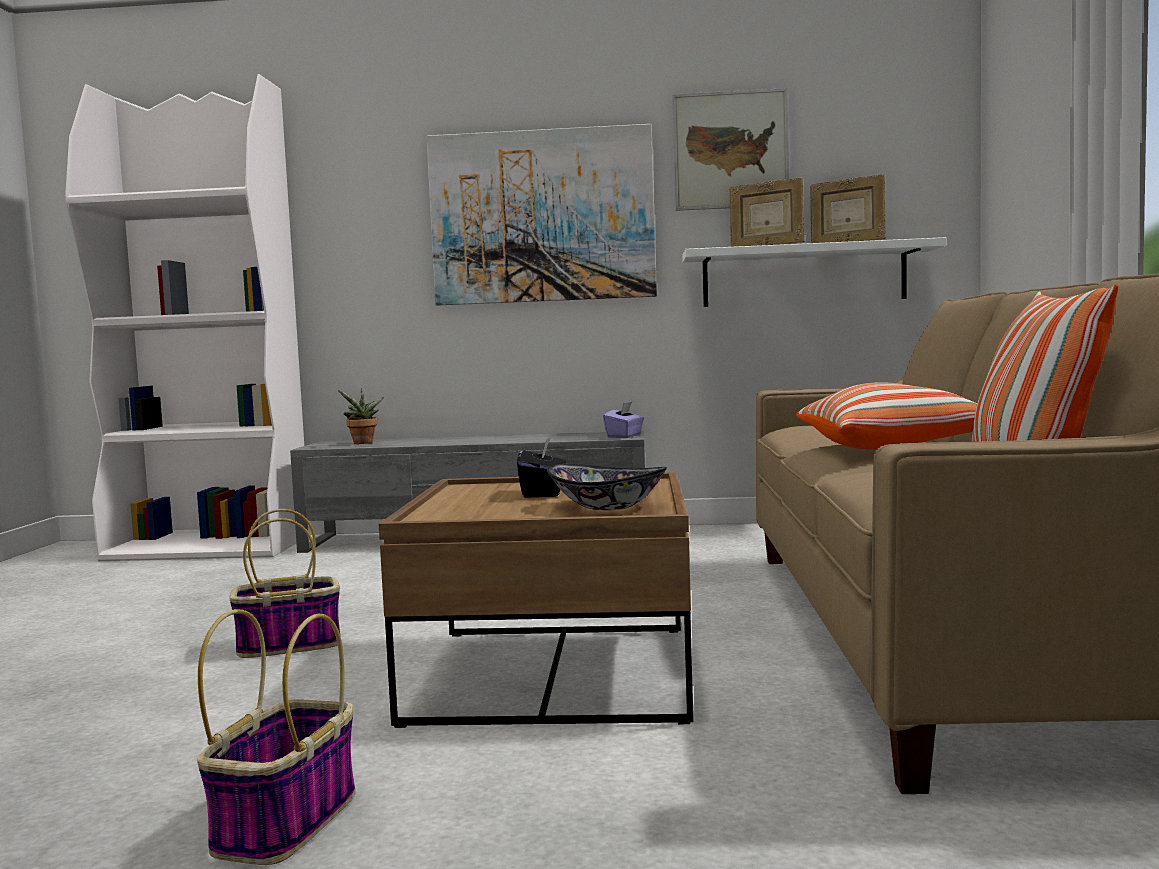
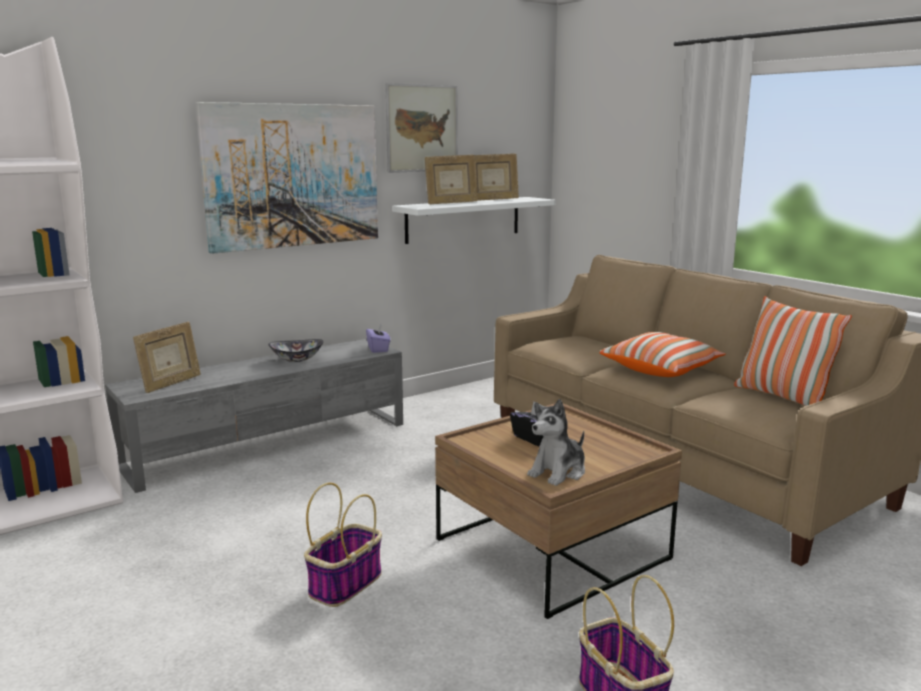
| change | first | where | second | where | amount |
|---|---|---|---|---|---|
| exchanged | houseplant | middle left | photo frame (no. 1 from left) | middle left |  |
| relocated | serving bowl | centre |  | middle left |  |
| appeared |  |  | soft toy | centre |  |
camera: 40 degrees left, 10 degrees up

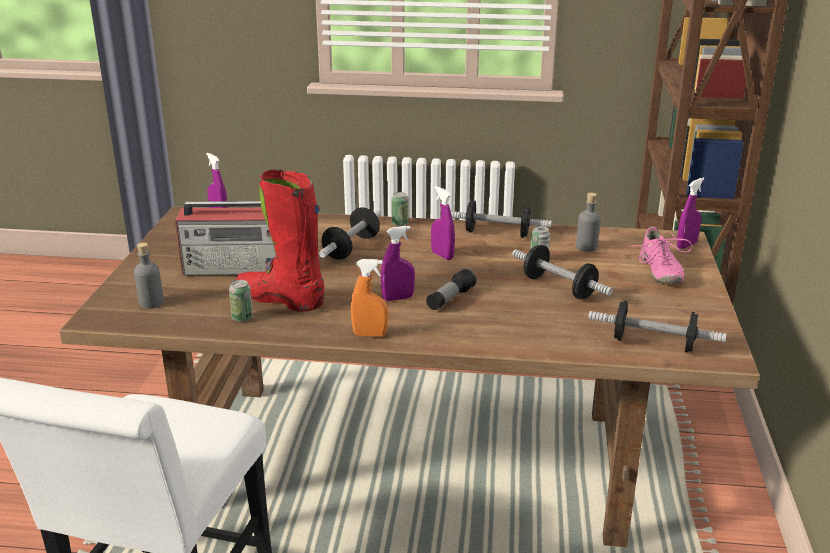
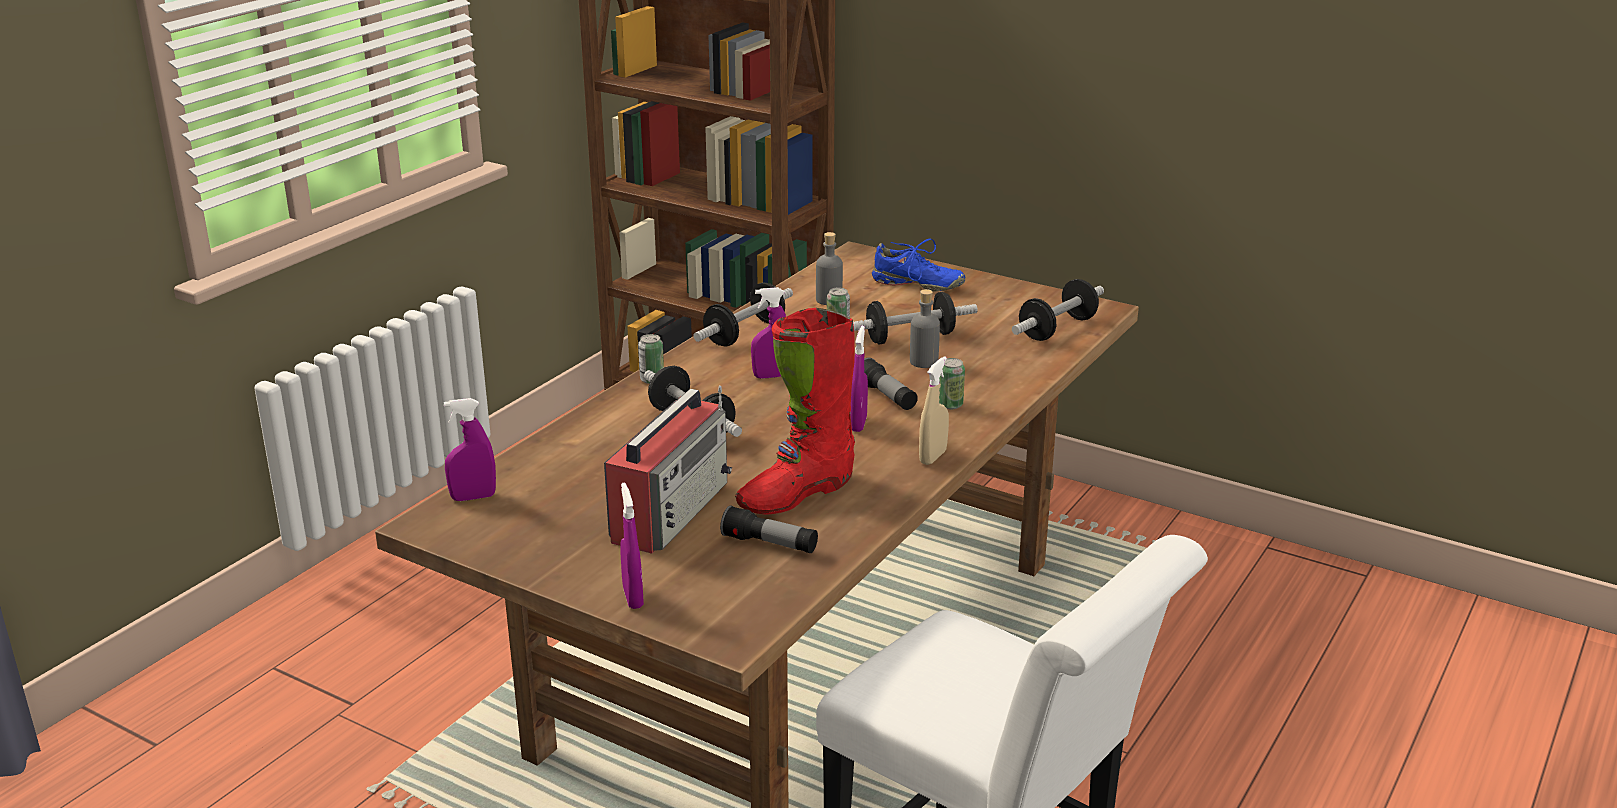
| change | first | where | second | where | amount |
|---|---|---|---|---|---|
| relocated | greyish beverage bottle (no. 1 from left in the first image) | middle left | greyish beverage bottle (no. 2 from left) | centre |  |
| relocated | can (no. 1 from left in the first image) | middle left | can (no. 3 from left) | centre |  |
| colour | orange-coloured spray bottle | centre | beige spray bottle | centre |  |
| colour | pink low shoe | middle right | blue low shoe | top centre |  |
| relocated | purple-coloured spray bottle (no. 4 from left in the first image) | middle right | purple-coloured spray bottle (no. 2 from left) | bottom centre |  |
| appeared |  |  | torch (no. 1 from left) | centre |  |
camera: 65 degrees left, 0 degrees up

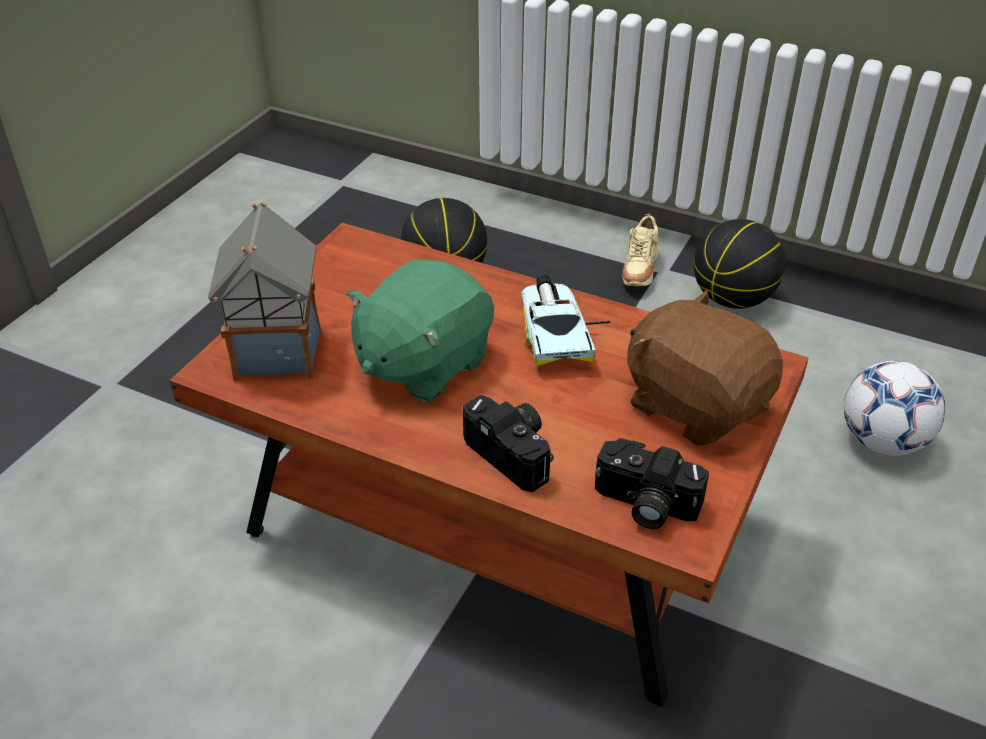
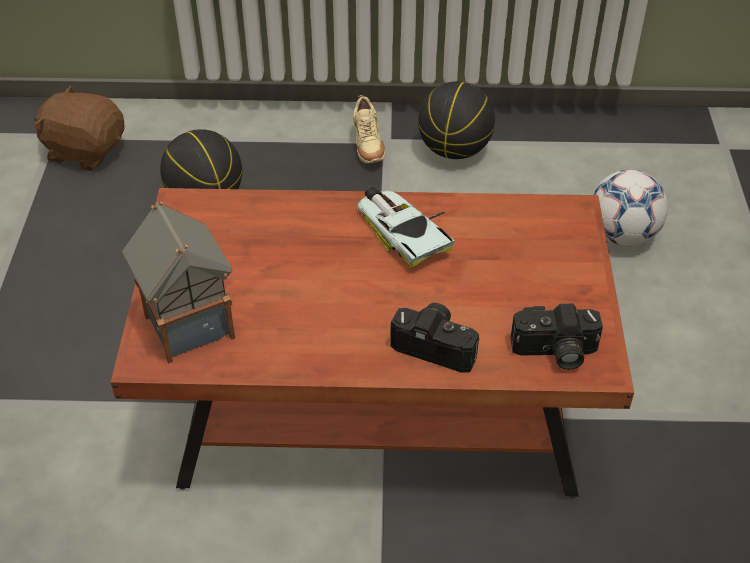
| change | first | where | second | where | amount |
|---|---|---|---|---|---|
| missing | greenish soft toy | centre |  |  |  |
| relocated | brown soft toy | middle right |  | top left |  |
camera: 25 degrees left, 5 degrees up

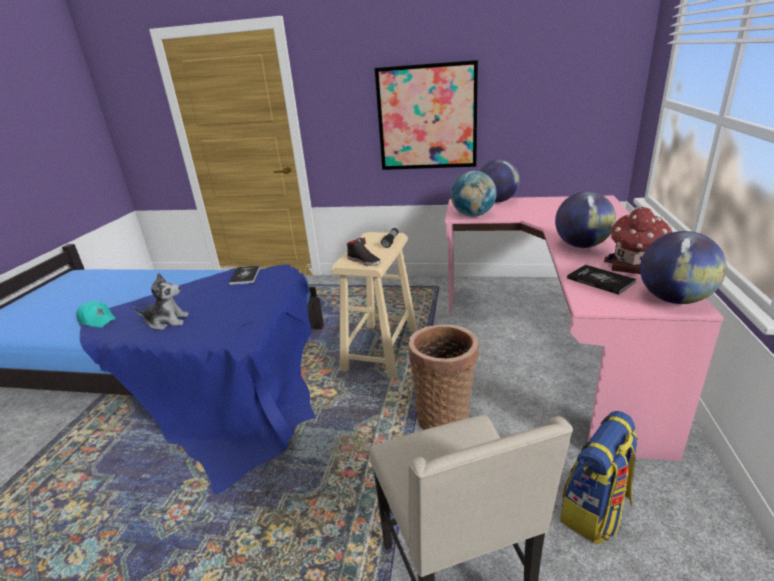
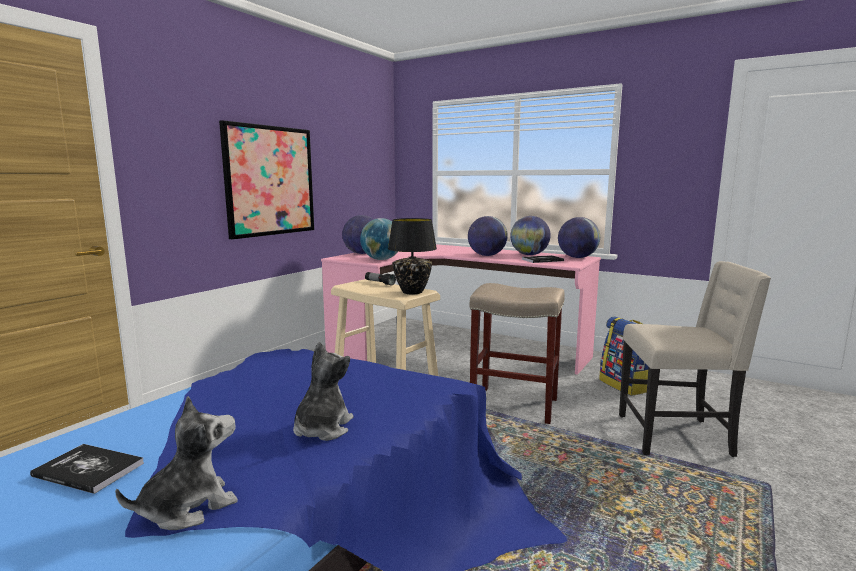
| change | first | where | second | where | amount |
|---|---|---|---|---|---|
| exchanged | blue-green peaked cap | middle left | soft toy (no. 1 from left) | bottom left |  |
| relocated | book (no. 1 from left) | middle left |  | bottom left |  |
| exchanged | black low shoe | centre | black table lamp | centre |  |
| exchanged | basket | centre | beige stool seat (no. 2 from left) | centre |  |
| exchanged | toy house | middle right | desk globe (no. 4 from left) | centre |  |
camera: 70 degrees left, 15 degrees down

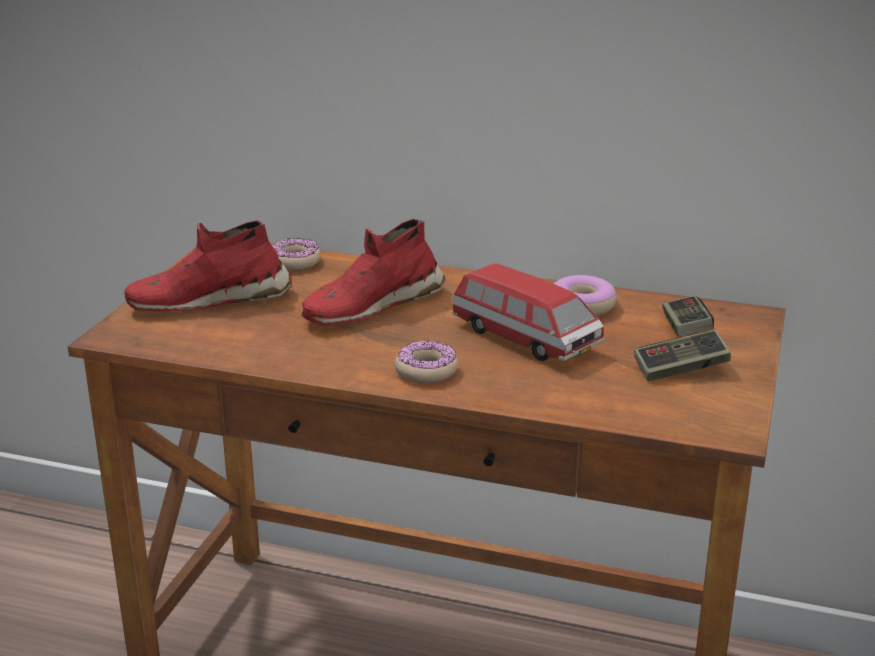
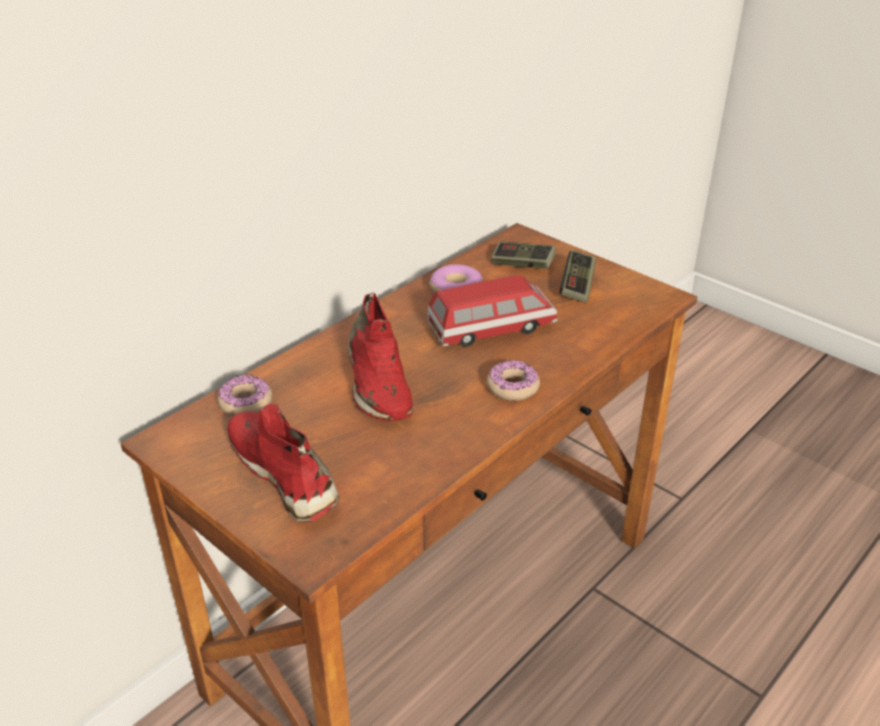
| change | first | where | second | where | amount |
|---|---|---|---|---|---|
| spun | reddish low shoe (no. 1 from left) | middle left |  | middle left | 135 degrees clockwise |
camera: 65 degrees left, 10 degrees up

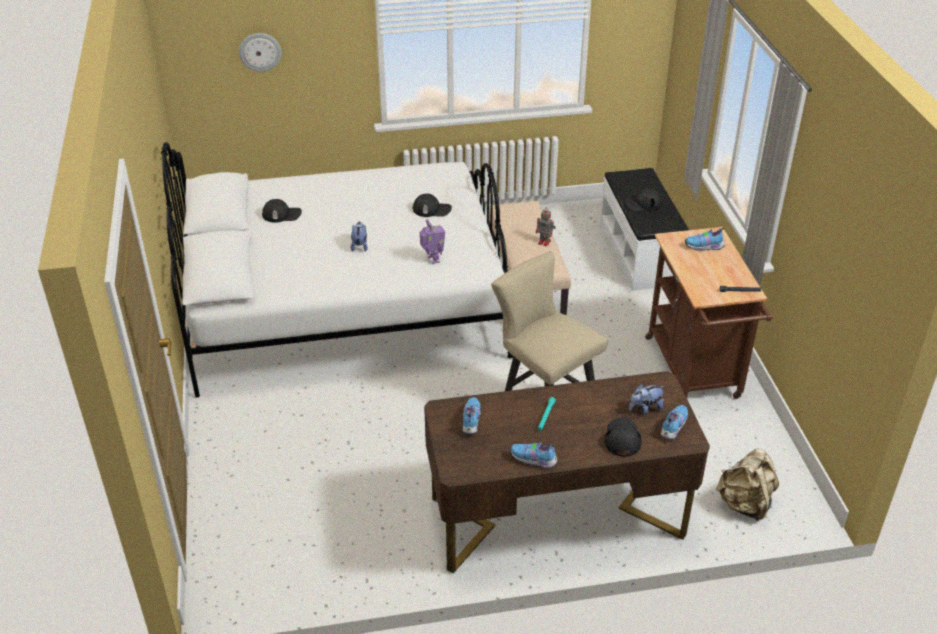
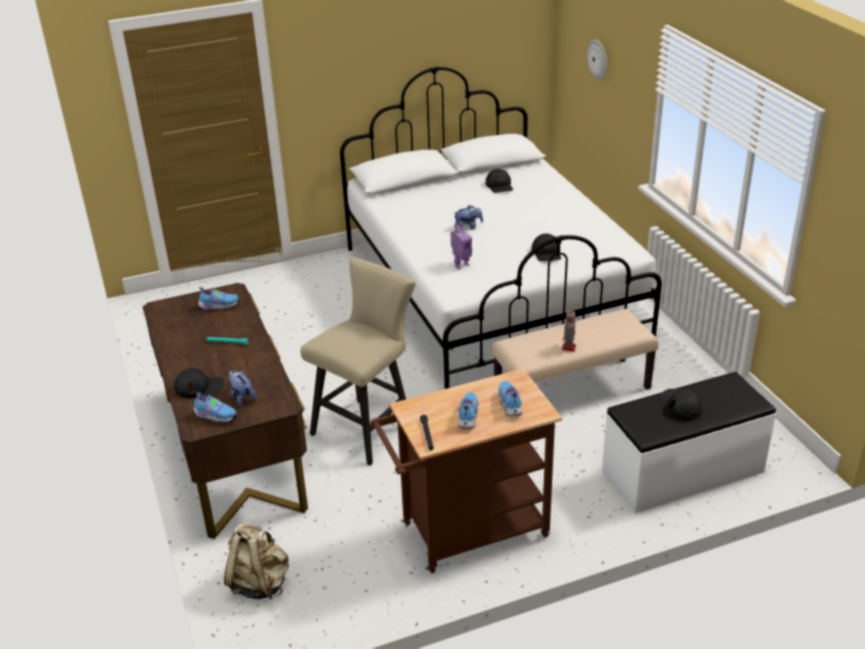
| change | first | where | second | where | amount |
|---|---|---|---|---|---|
| relocated | low shoe (no. 2 from left in the first image) | bottom centre | low shoe (no. 3 from left) | centre |  |
camera: 80 degrees right, 5 degrees down

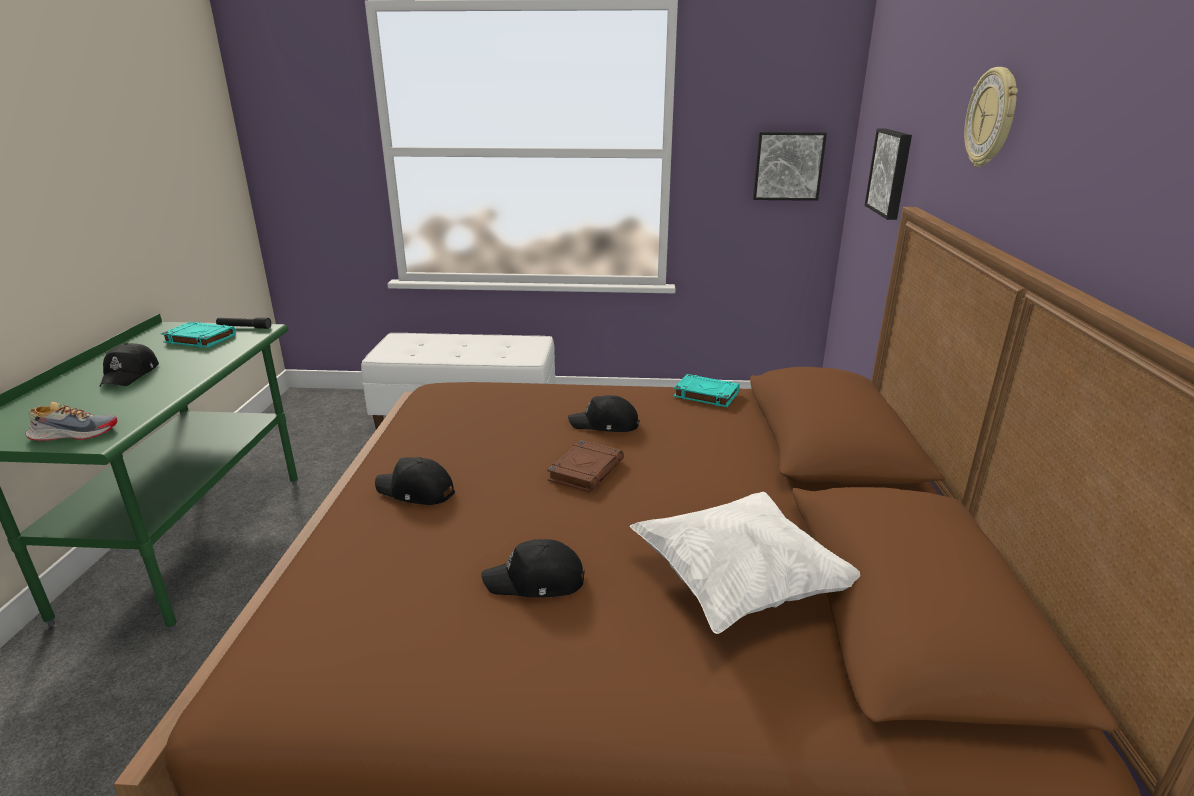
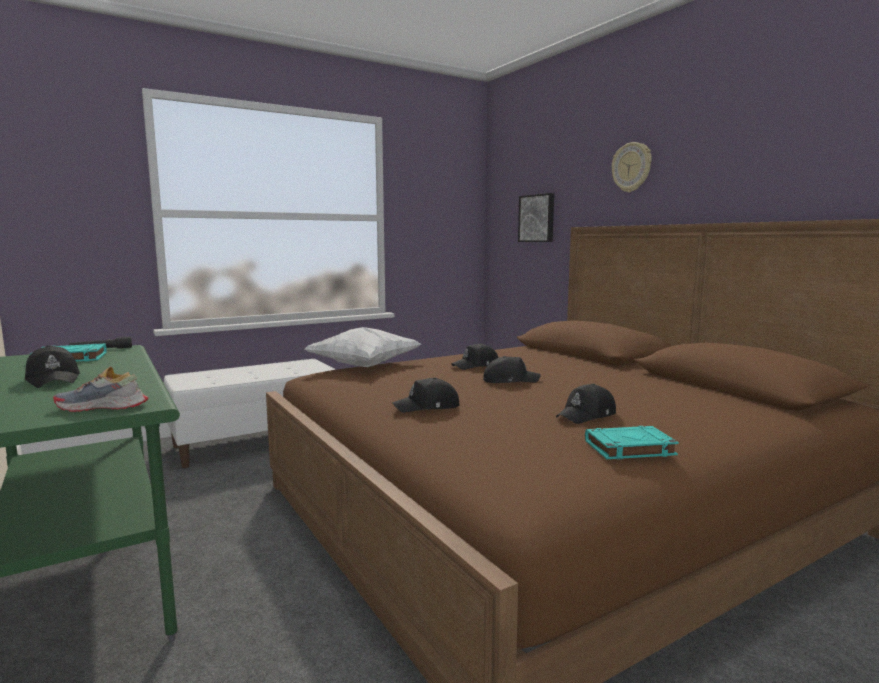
| change | first | where | second | where | amount |
|---|---|---|---|---|---|
| spun | low shoe | middle left |  | middle left | 135 degrees counterclockwise |
| exchanged | brown book | centre | black peaked cap (no. 4 from left) | centre |  |
| relocated | white throw pillow | bottom centre |  | centre |  |
| relocated | blue-green book (no. 2 from left) | centre |  | middle right |  |
| missing | wall art (no. 1 from left) | top centre |  |  |  |
camera: 35 degrees left, 15 degrees down

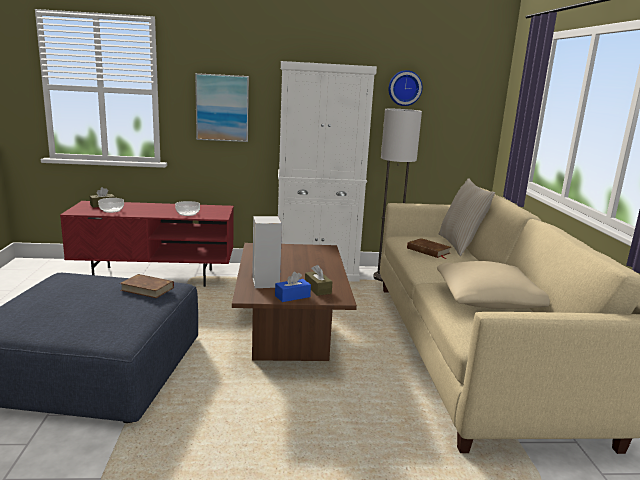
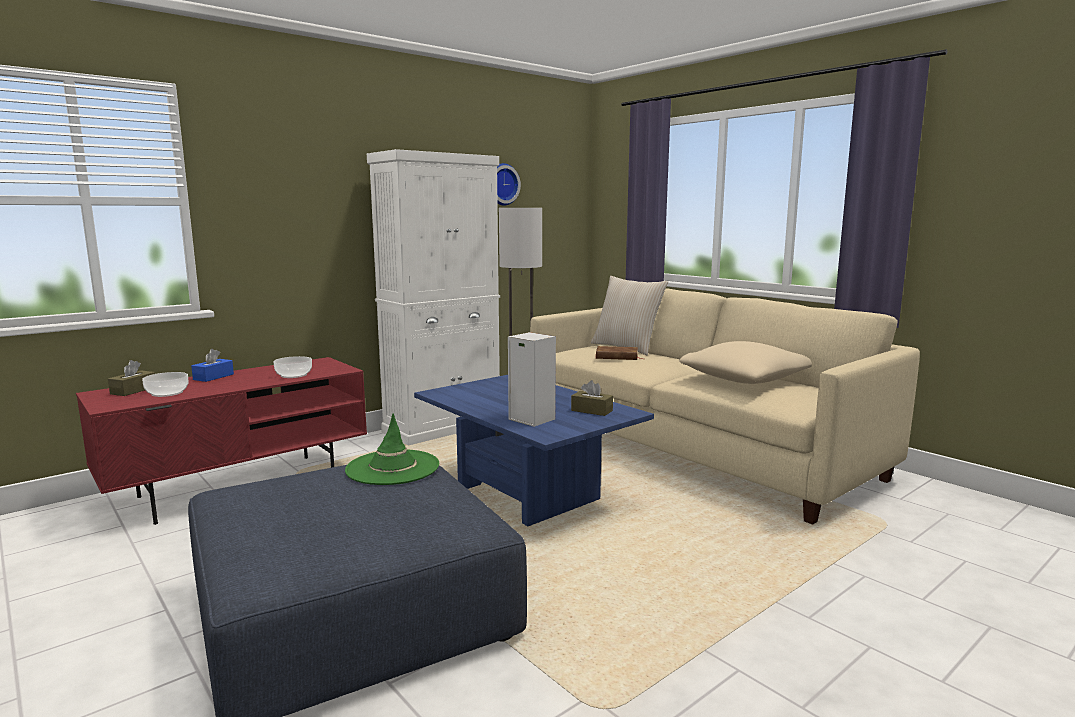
| change | first | where | second | where | amount |
|---|---|---|---|---|---|
| exchanged | brown book (no. 1 from left) | middle left | greenish wearable hat | centre |  |
| missing | wall art | top centre |  |  |  |
| colour | brown lounge table | centre | blue lounge table | centre |  |
| relocated | blue tissue holder | centre |  | middle left |  |
camera: 35 degrees left, 5 degrees down

